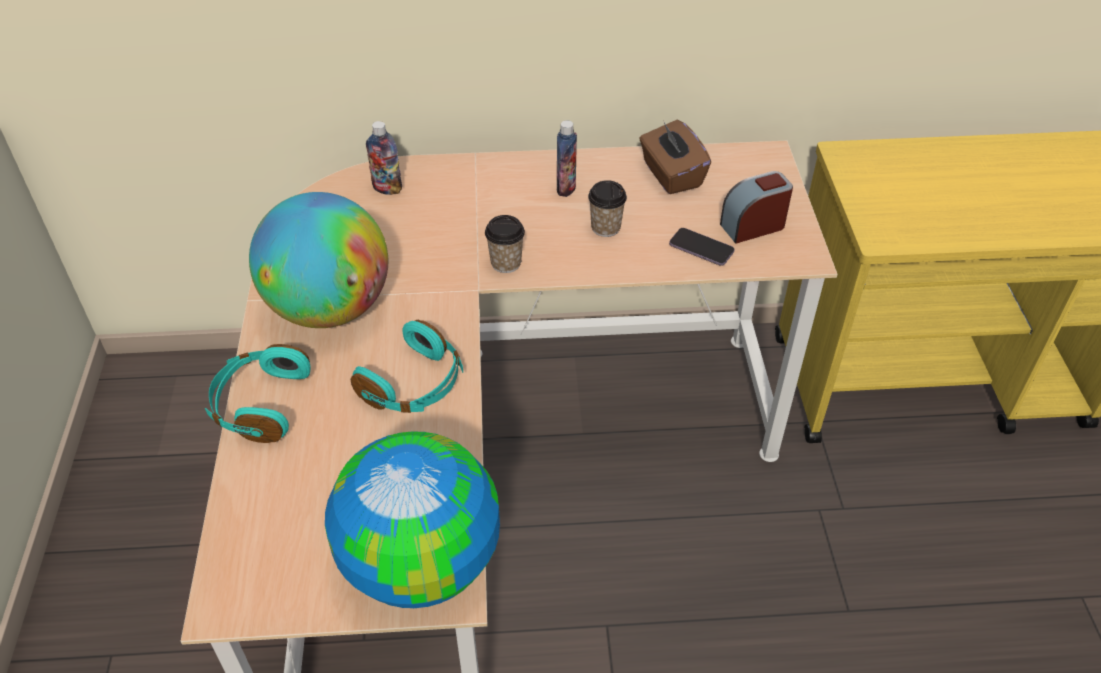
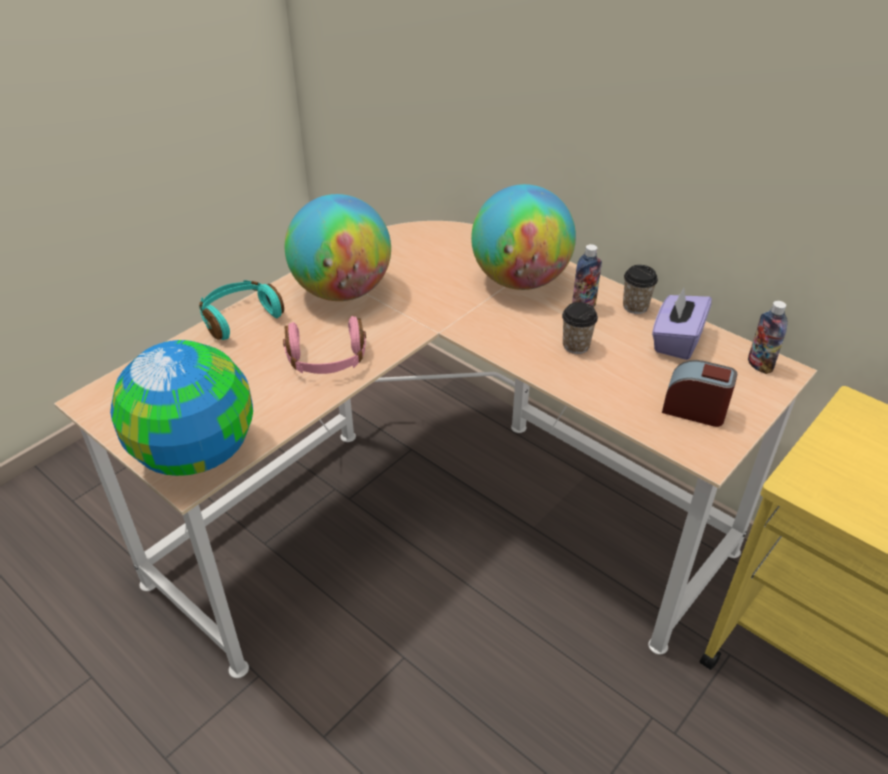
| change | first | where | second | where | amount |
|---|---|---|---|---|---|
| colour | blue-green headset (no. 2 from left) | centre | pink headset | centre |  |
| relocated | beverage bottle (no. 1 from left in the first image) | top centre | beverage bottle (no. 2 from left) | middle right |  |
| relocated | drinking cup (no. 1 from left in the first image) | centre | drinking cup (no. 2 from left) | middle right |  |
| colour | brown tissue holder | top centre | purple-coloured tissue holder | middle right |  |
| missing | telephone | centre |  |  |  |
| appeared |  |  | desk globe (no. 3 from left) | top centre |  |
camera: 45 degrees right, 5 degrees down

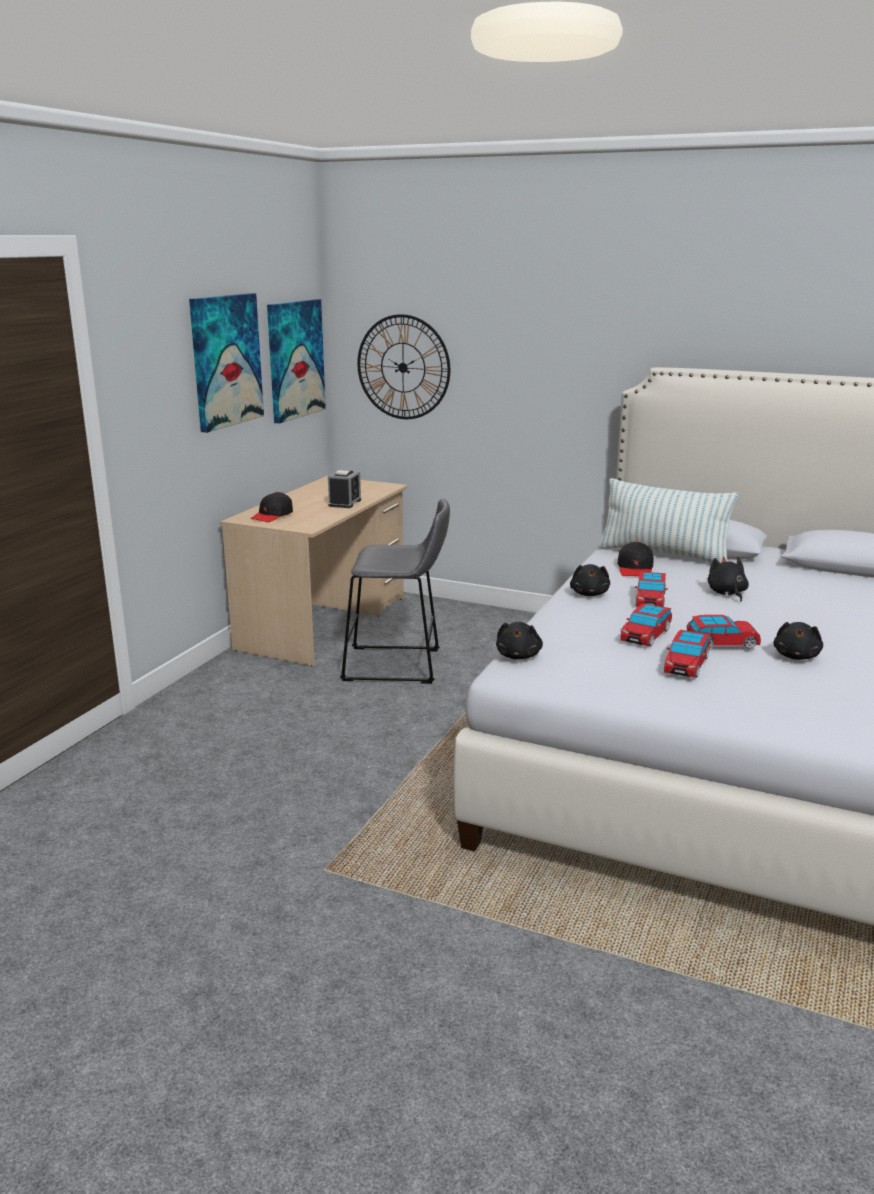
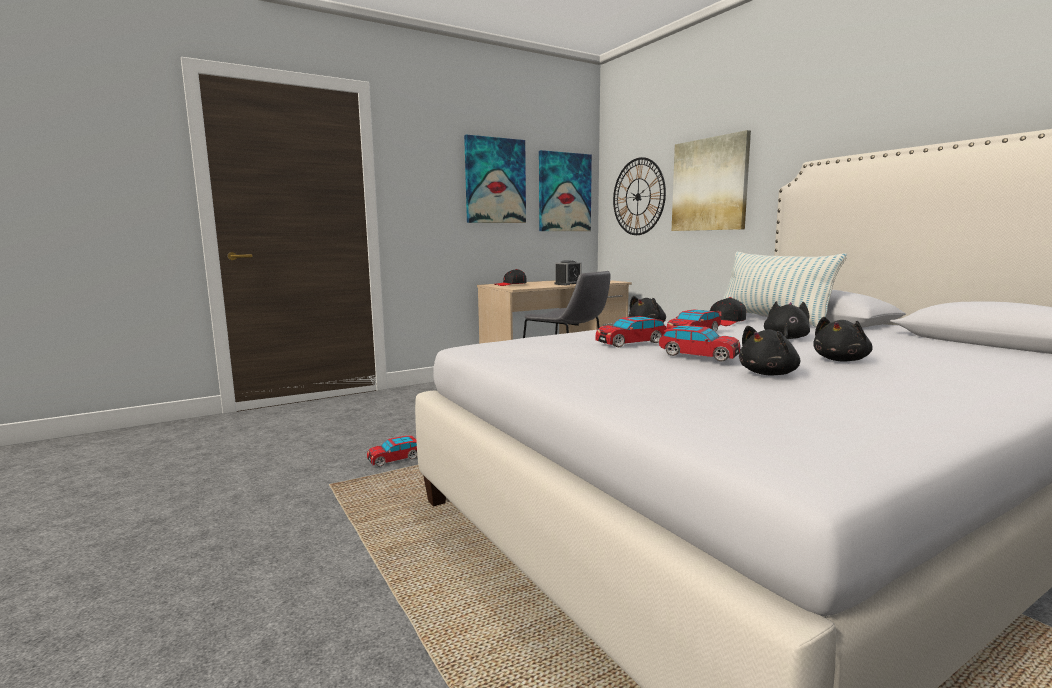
| change | first | where | second | where | amount |
|---|---|---|---|---|---|
| relocated | black soft toy (no. 1 from left in the first image) | centre | black soft toy (no. 4 from left) | middle right |  |
| relocated | toy car (no. 3 from left in the first image) | middle right | toy car (no. 1 from left) | centre |  |
| appeared |  |  | wall art (no. 3 from left) | top right |  |
camera: 35 degrees right, 10 degrees down

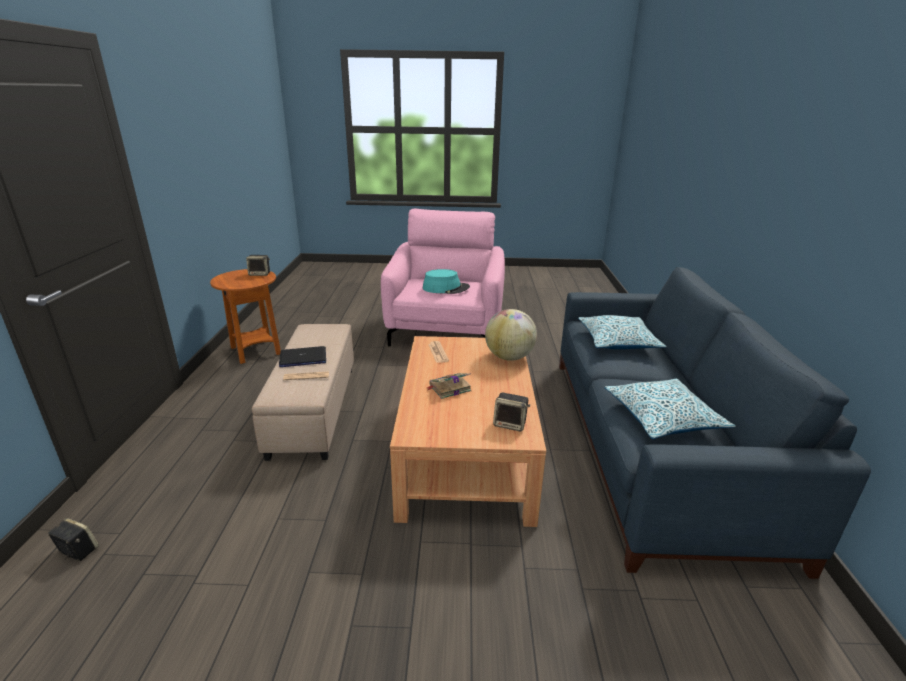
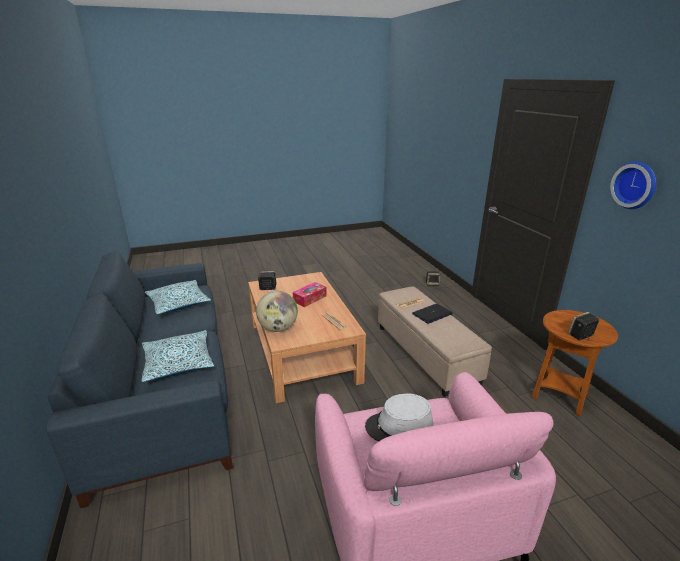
| change | first | where | second | where | amount |
|---|---|---|---|---|---|
| colour | blue-green wearable hat | centre | greyish wearable hat | bottom centre |  |
| exchanged | book | centre | tissue holder | centre |  |
| appeared |  |  | wall clock | top right |  |
camera: 160 degrees right, 0 degrees up

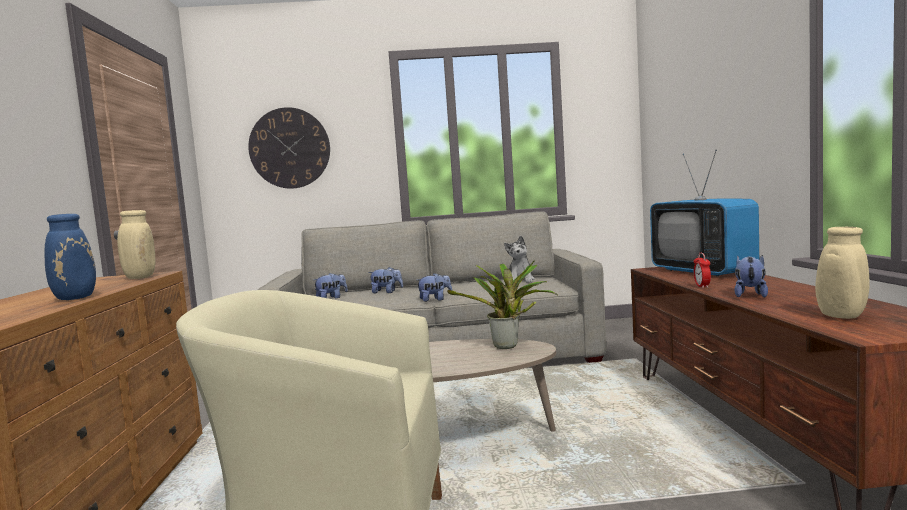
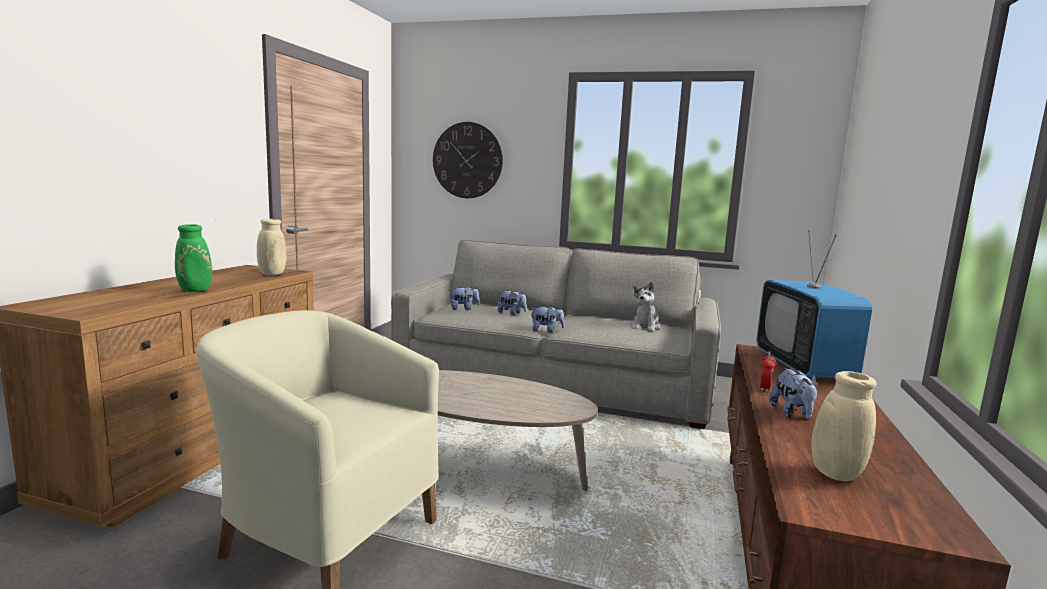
| change | first | where | second | where | amount |
|---|---|---|---|---|---|
| colour | blue vase | middle left | greenish vase | middle left |  |
| missing | houseplant | centre |  |  |  |
| spun | soft toy (no. 5 from left) | middle right |  | bottom right | 135 degrees clockwise |
camera: 20 degrees right, 5 degrees up

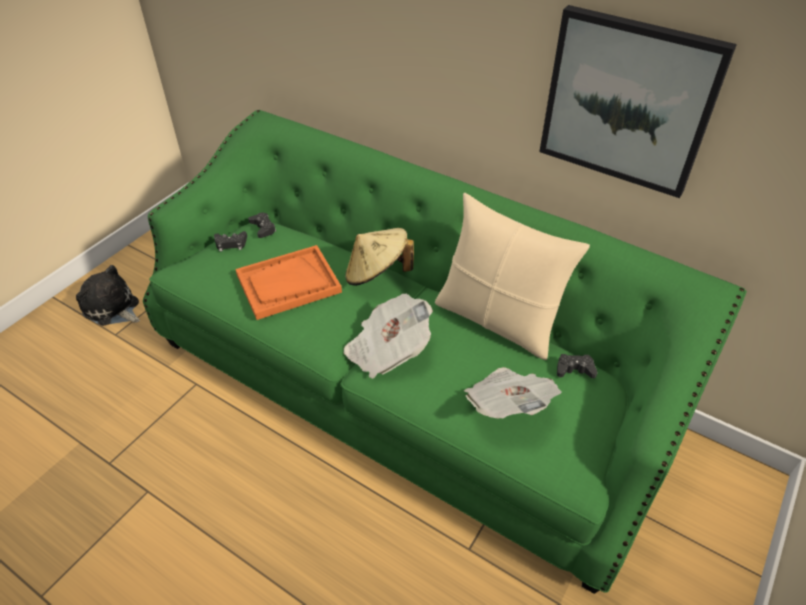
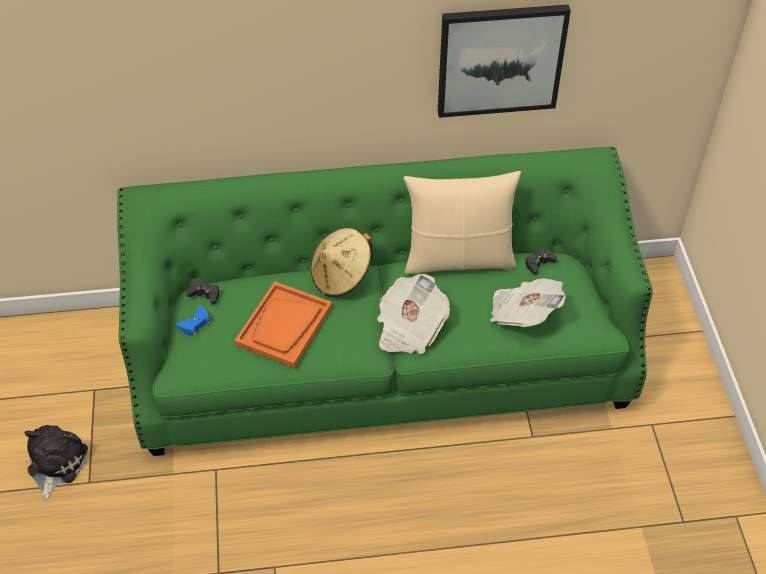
| change | first | where | second | where | amount |
|---|---|---|---|---|---|
| spun | soft toy | middle left |  | bottom left | 105 degrees clockwise |
| colour | black gamepad (no. 1 from left) | middle left | blue gamepad | middle left |  |
camera: 40 degrees left, 5 degrees up

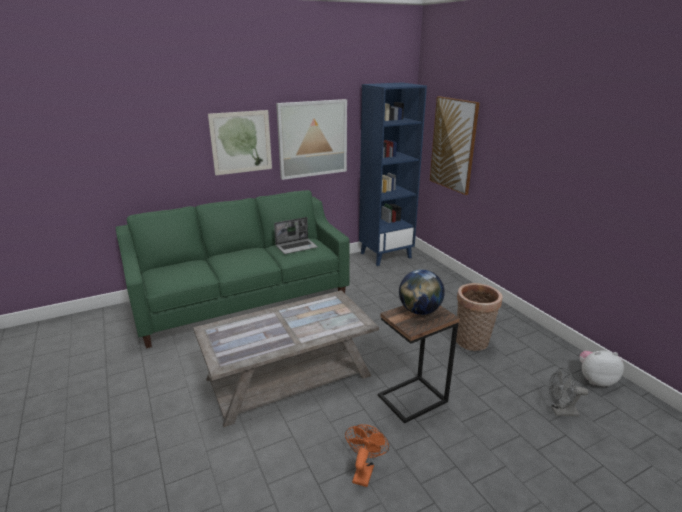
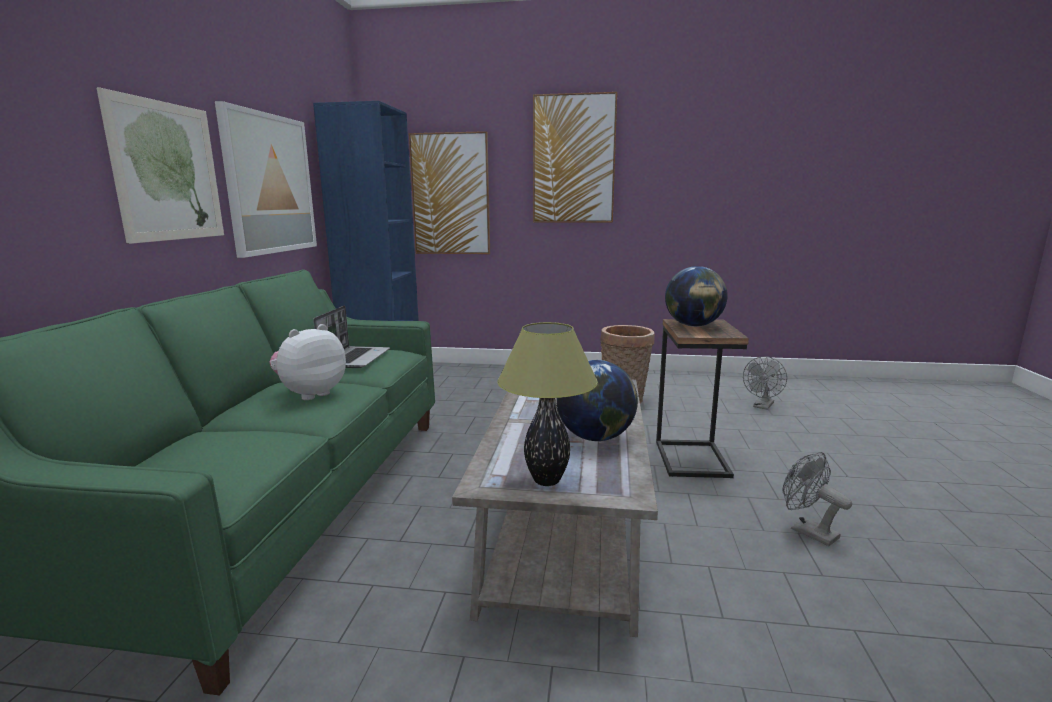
| change | first | where | second | where | amount |
|---|---|---|---|---|---|
| colour | orange-coloured cooling fan | bottom centre | greyish cooling fan (no. 2 from left) | bottom right |  |
| relocated | soft toy | bottom right |  | middle left |  |
| appeared |  |  | table lamp | centre |  |
| appeared |  |  | wall art (no. 4 from left) | top centre |  |
| appeared |  |  | desk globe (no. 1 from left) | centre |  |
camera: 55 degrees left, 10 degrees down

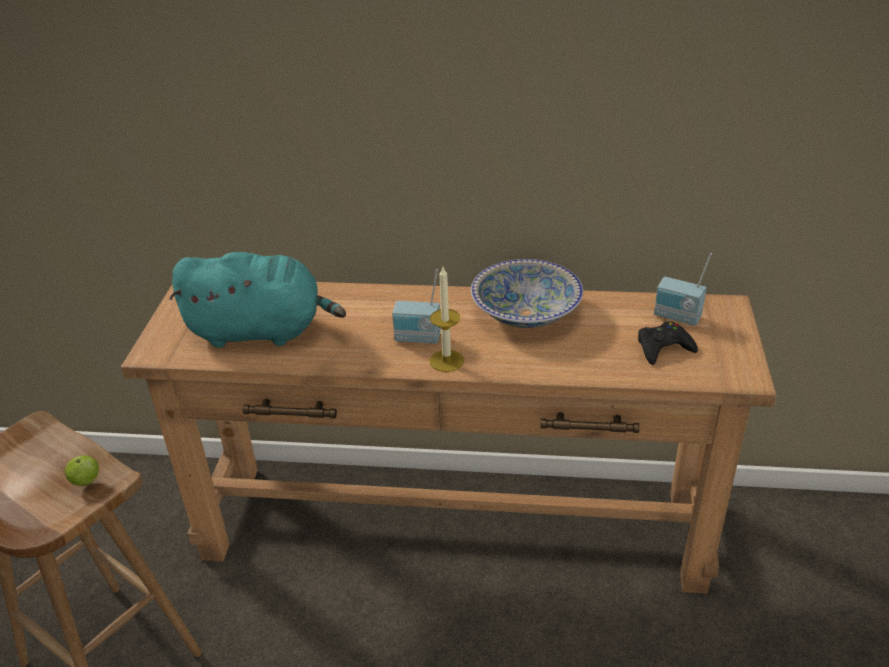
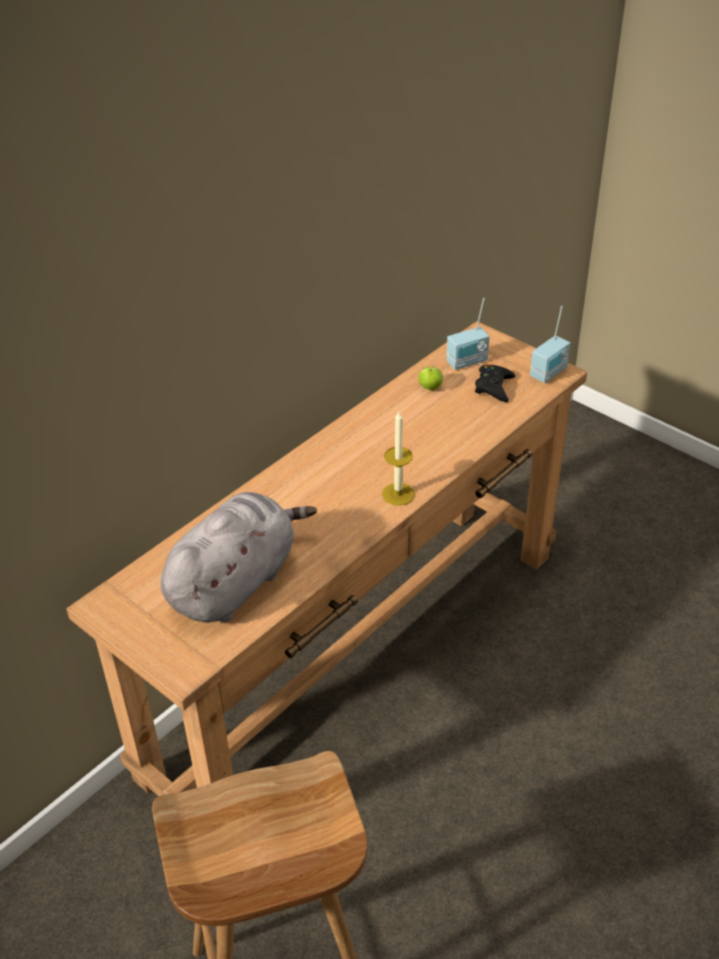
| change | first | where | second | where | amount |
|---|---|---|---|---|---|
| relocated | apple | bottom left |  | centre |  |
| colour | blue-green soft toy | middle left | greyish soft toy | middle left |  |
| relocated | radio (no. 1 from left in the first image) | centre | radio (no. 2 from left) | middle right |  |
| missing | serving bowl | centre |  |  |  |
camera: 55 degrees left, 5 degrees up

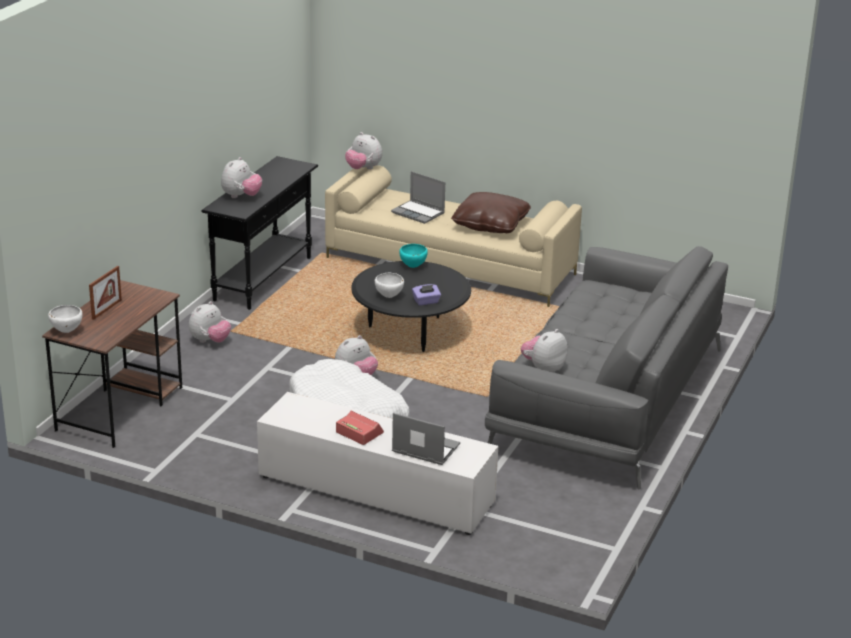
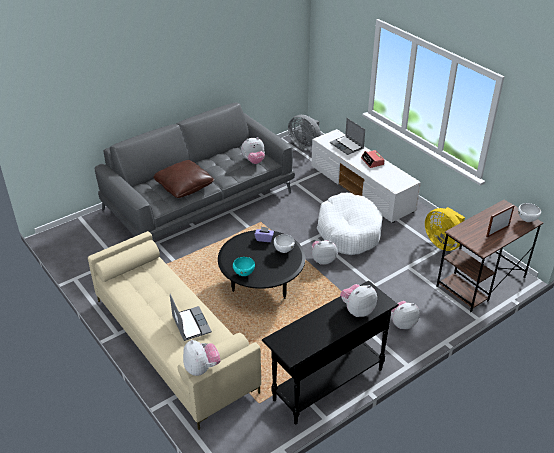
| change | first | where | second | where | amount |
|---|---|---|---|---|---|
| relocated | brown throw pillow | top centre |  | middle left |  |
| appeared |  |  | greyish cooling fan | top centre |  |
| appeared |  |  | yellowish cooling fan | middle right |  |
camera: 150 degrees left, 10 degrees up

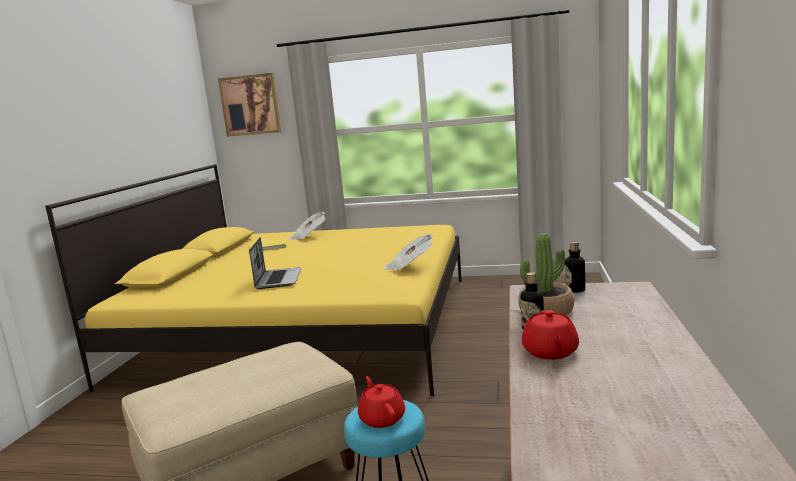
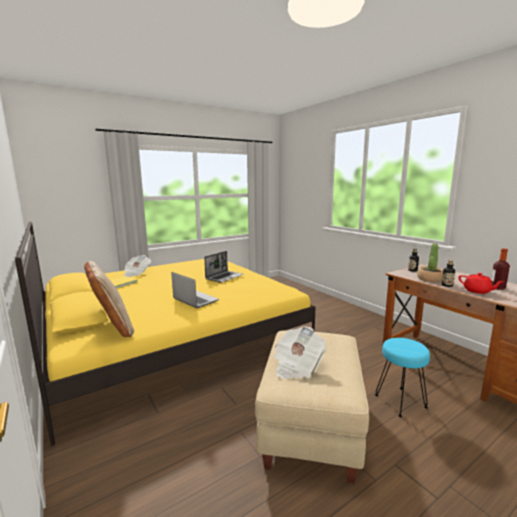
| change | first | where | second | where | amount |
|---|---|---|---|---|---|
| missing | wall art | top left |  |  |  |
| missing | reddish pot for tea (no. 1 from left) | bottom centre |  |  |  |
| relocated | newspaper (no. 2 from left) | centre |  | bottom centre |  |
| appeared |  |  | beige throw pillow | middle left |  |
| appeared |  |  | notebook computer (no. 2 from left) | centre |  |
| appeared |  |  | beverage bottle (no. 3 from left) | middle right |  |
camera: 45 degrees left, 0 degrees up

